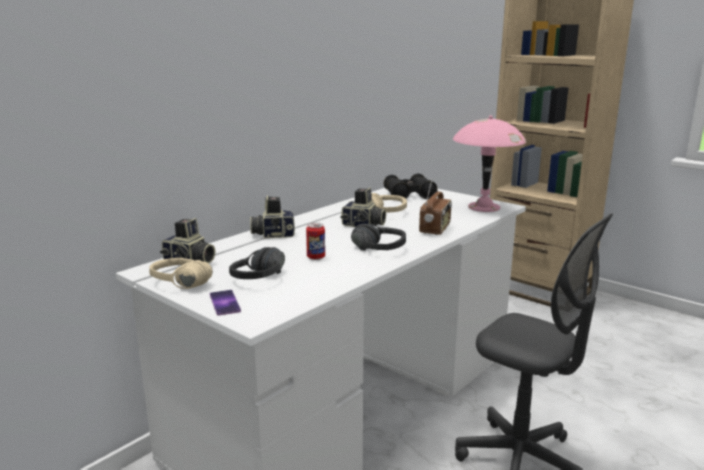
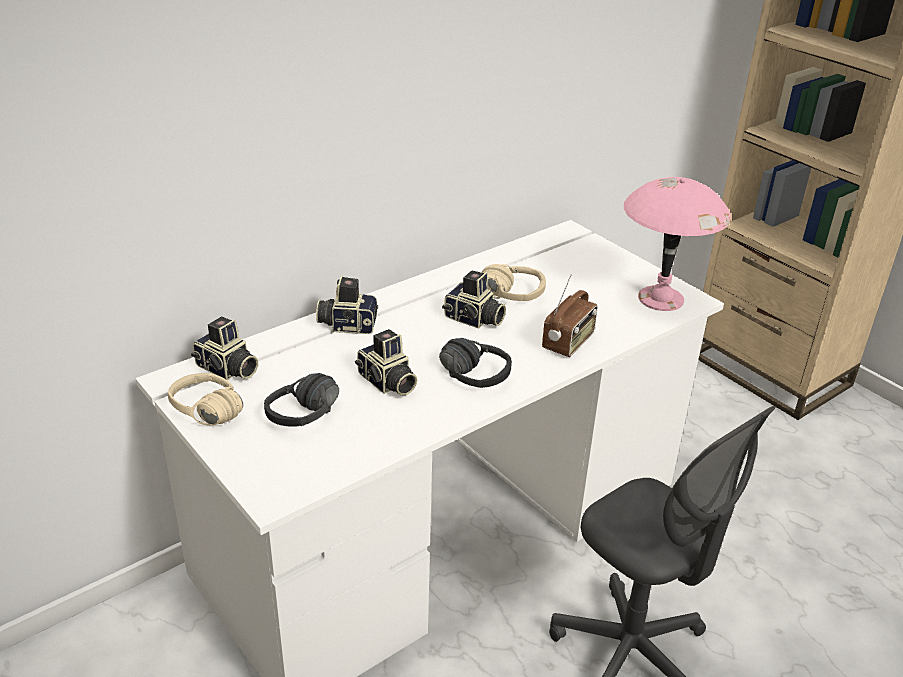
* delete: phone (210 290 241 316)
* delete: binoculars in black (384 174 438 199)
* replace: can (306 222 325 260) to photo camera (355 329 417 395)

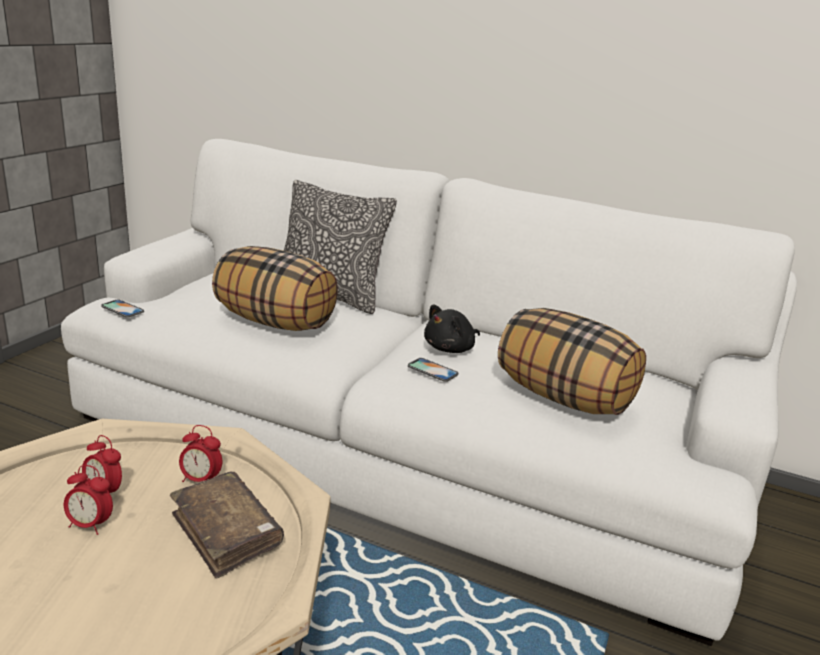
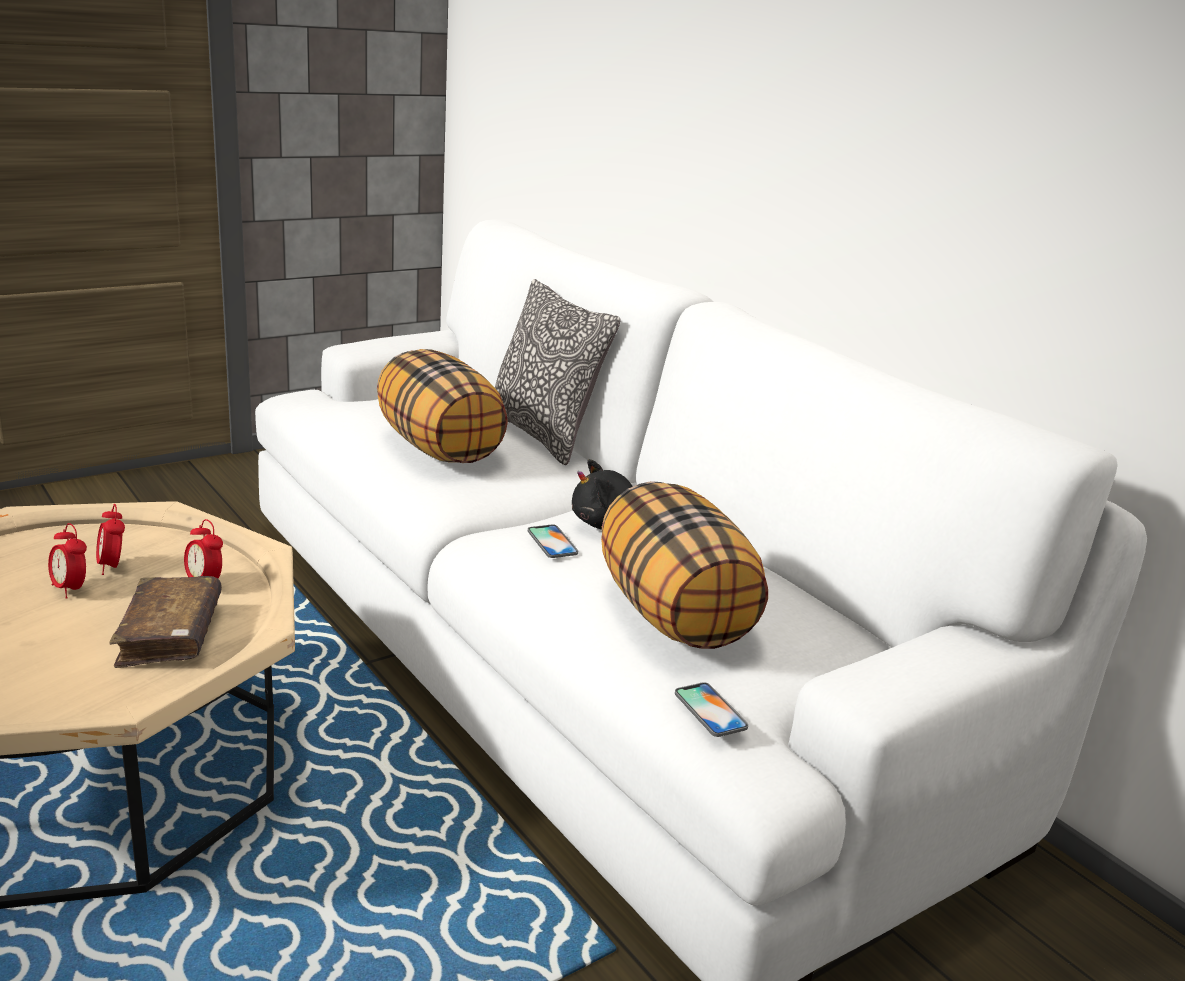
* move: phone (101 299 144 318) to (675 682 748 737)

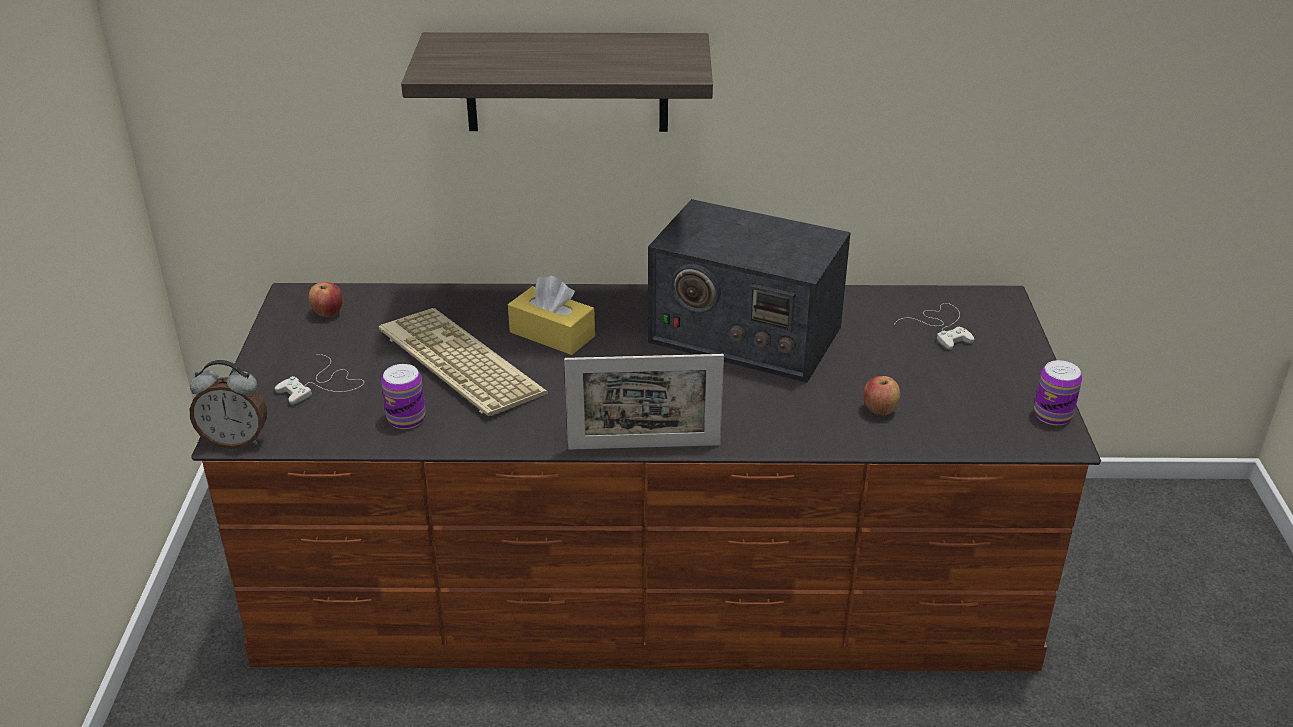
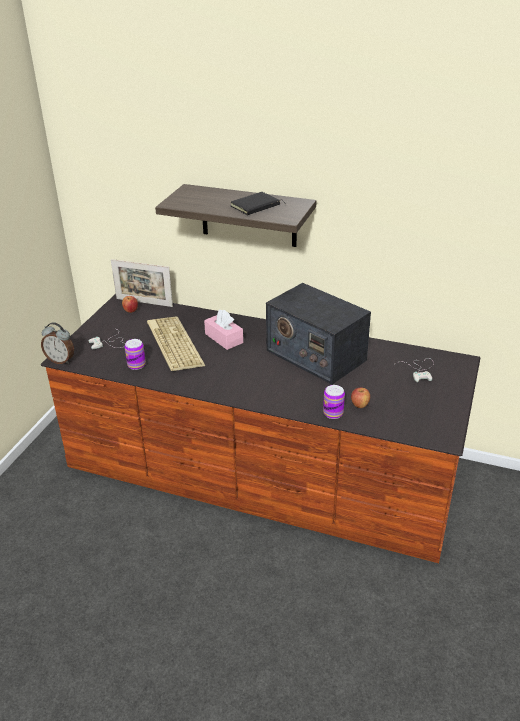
* insert: book in black (230 192 286 215)
* move: picture frame (564 354 724 450) to (111 259 173 307)
* move: can (1034 360 1082 425) to (323 385 345 419)
* recolor: tissue box in yellow (508 276 595 355) to tissue box in pink (204 309 243 350)

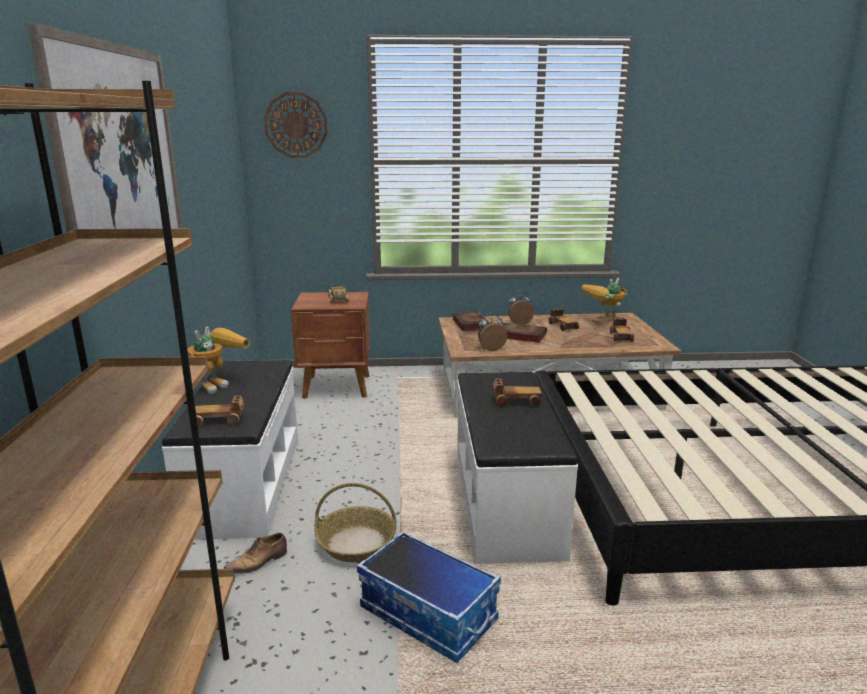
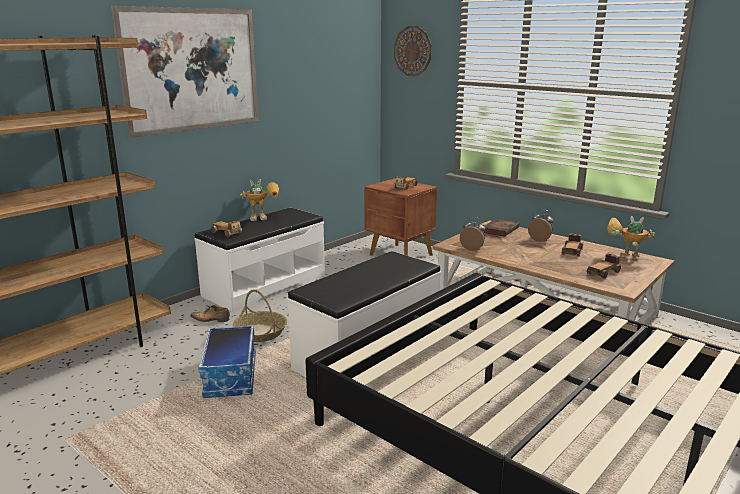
* delete: toy car (493 379 542 407)
* delete: book (502 323 547 343)

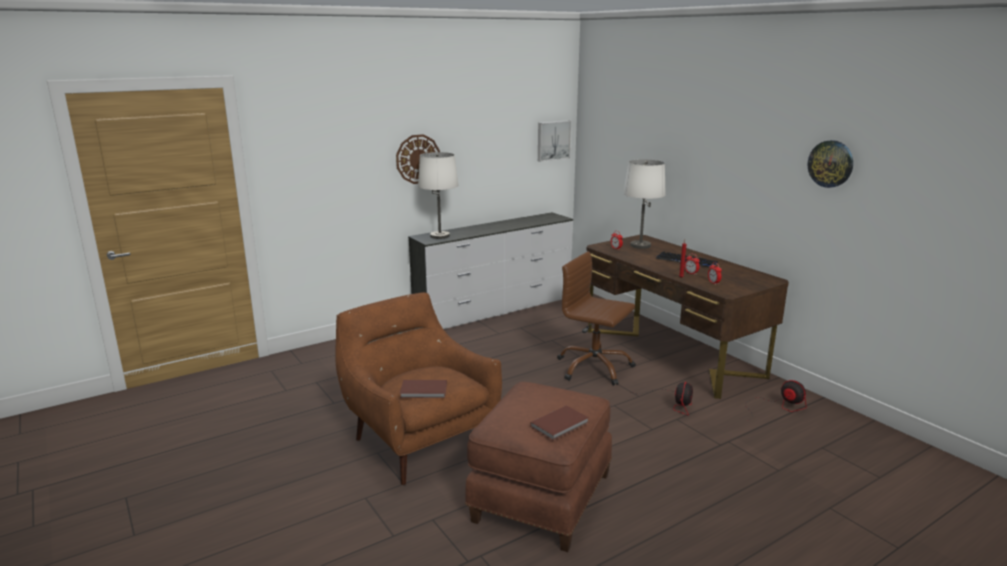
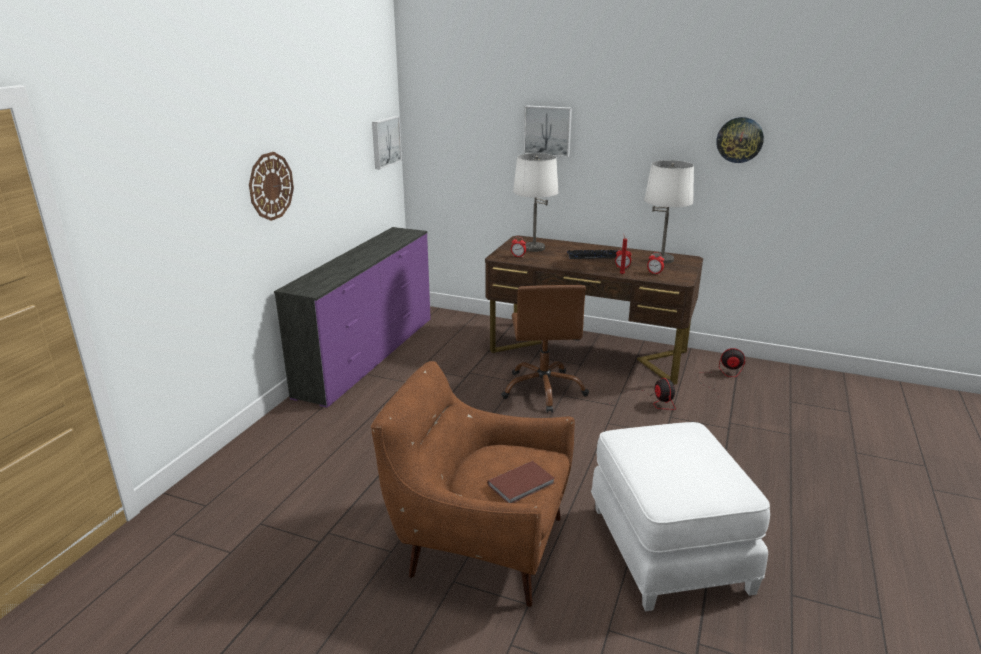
* delete: book in brown (530 405 589 440)
* insert: picture (523 105 572 157)
* move: table lamp in white (418 152 459 239) to (644 160 694 264)
* recolor: dresser in white (408 212 573 329) to dresser in purple (274 227 431 408)
* recolor: ottoman in brown (465 382 612 552) to ottoman in white (591 422 770 611)
* rotate: office chair in brown (557 252 636 386) = (501 285 589 413) 90 degrees counterclockwise

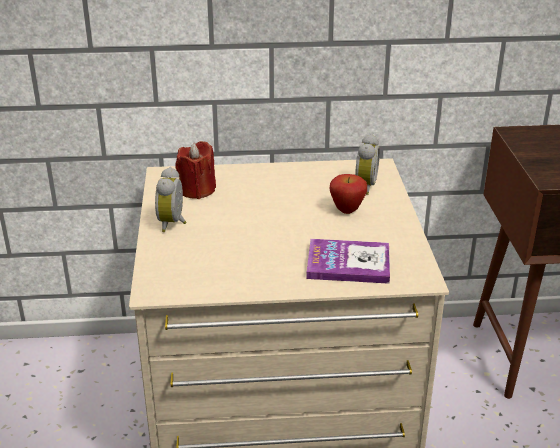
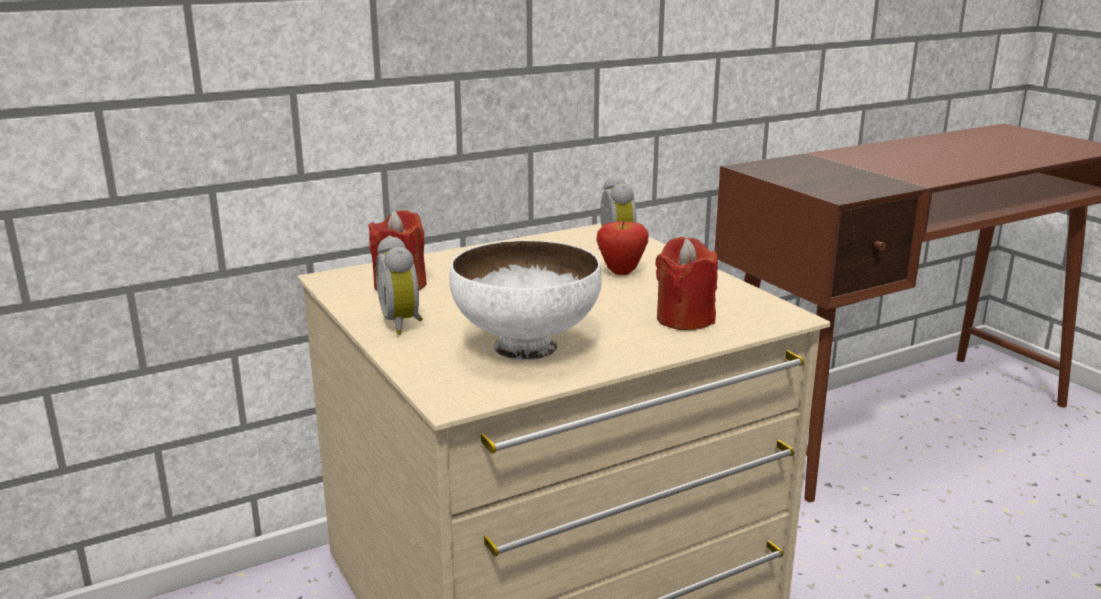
* insert: bowl in white (449 240 602 360)
* replace: book (306 239 390 284) to candle in red (655 237 718 330)

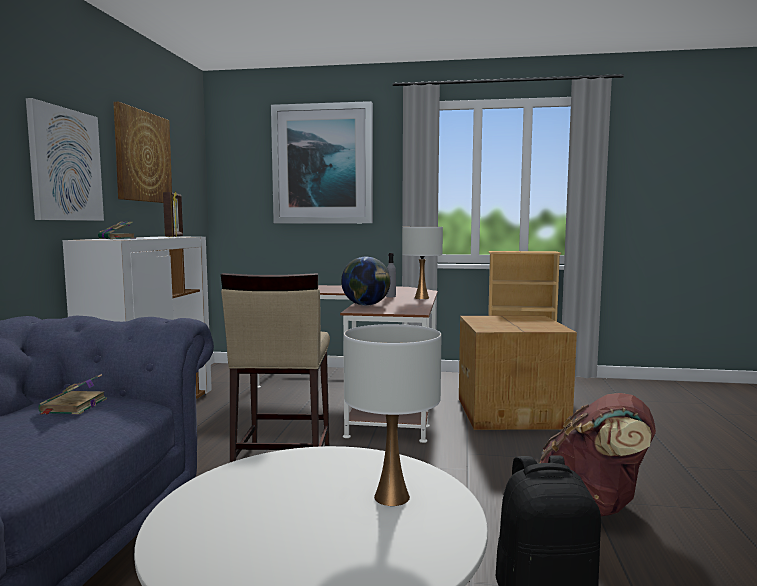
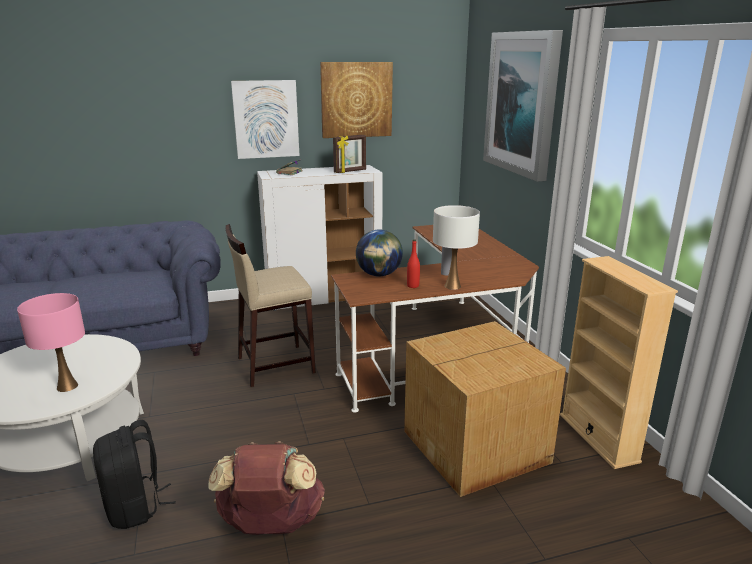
* delete: book (38 374 107 415)
* insert: bottle in red (407 239 420 288)
* recolor: table lamp in white (344 324 441 506) to table lamp in pink (17 293 85 392)

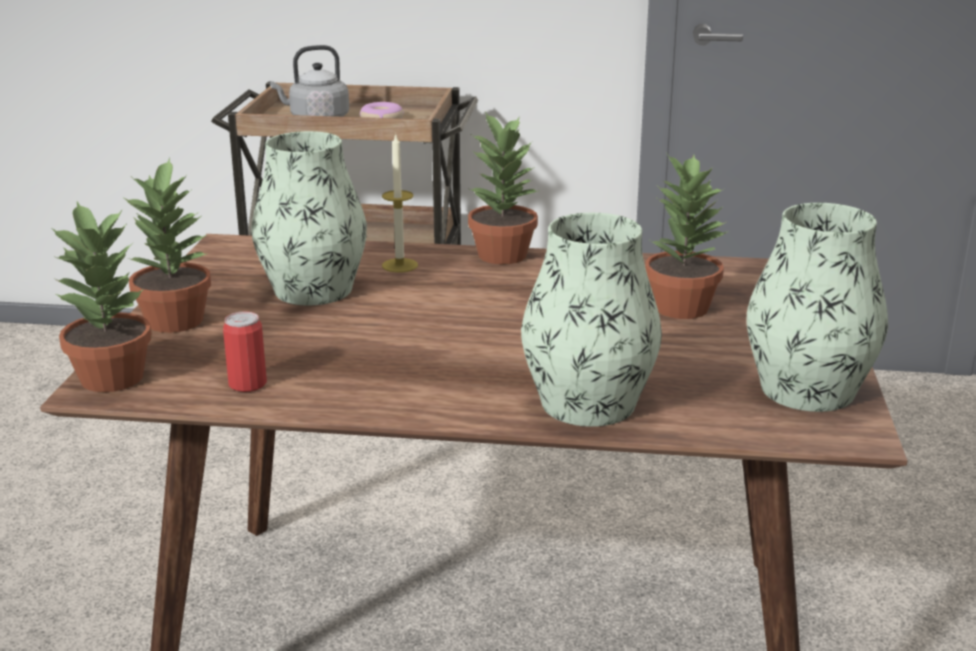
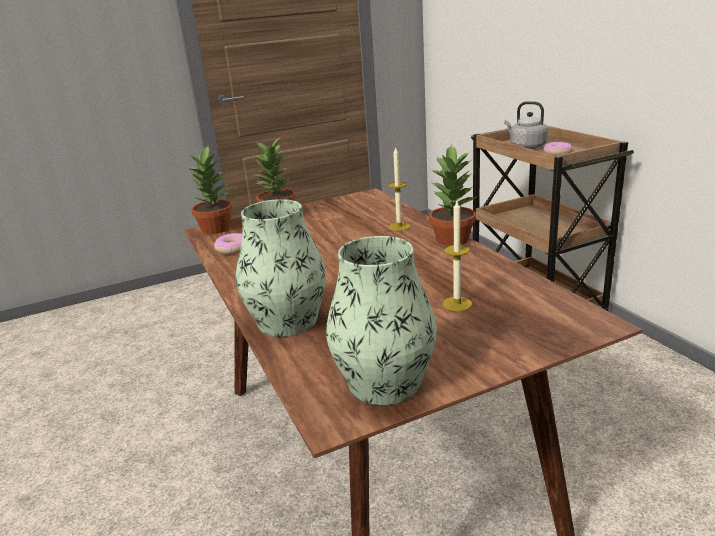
* delete: vase (251 131 367 306)
* replace: can (223 311 267 392) to donut (214 233 242 254)
* replace: potted plant (645 154 729 319) to candle (443 201 472 311)

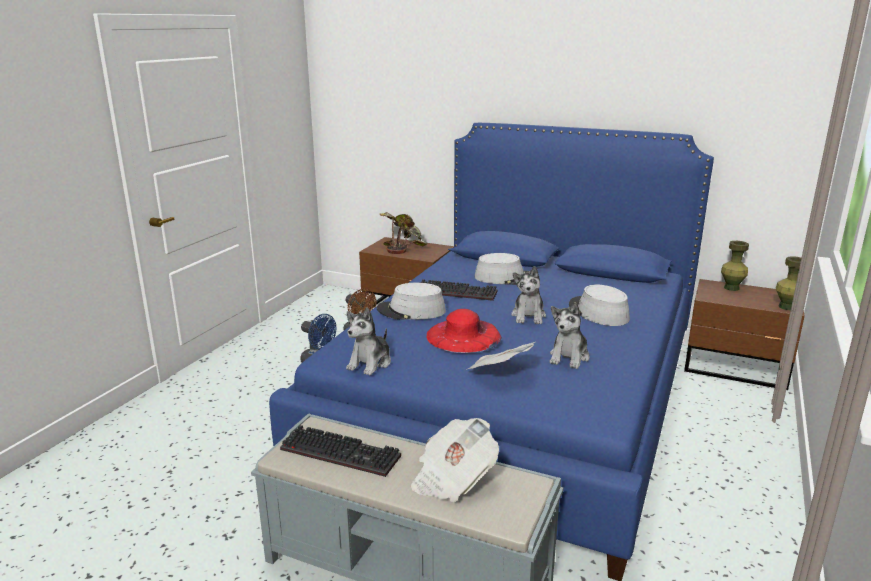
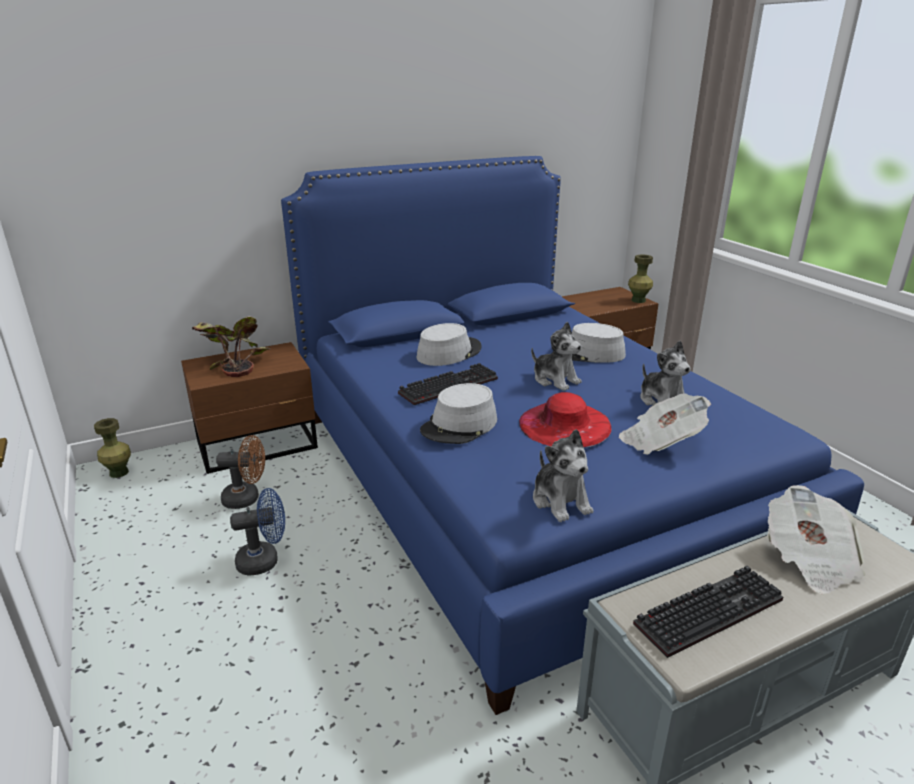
* move: vase in green (721 241 749 291) to (94 418 131 478)

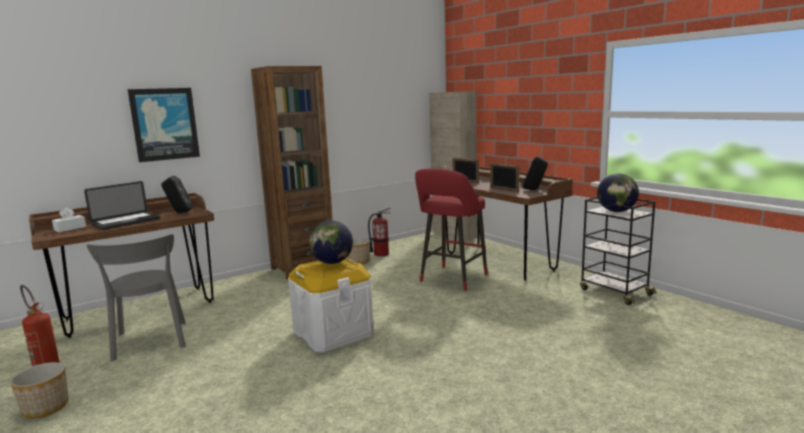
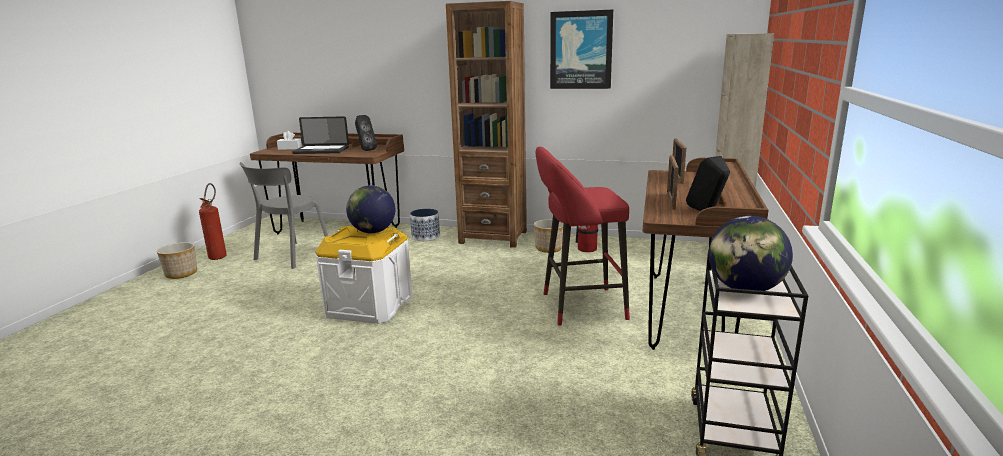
* insert: planter (410 209 440 241)
* move: picture (128 88 200 162) to (550 10 613 89)

